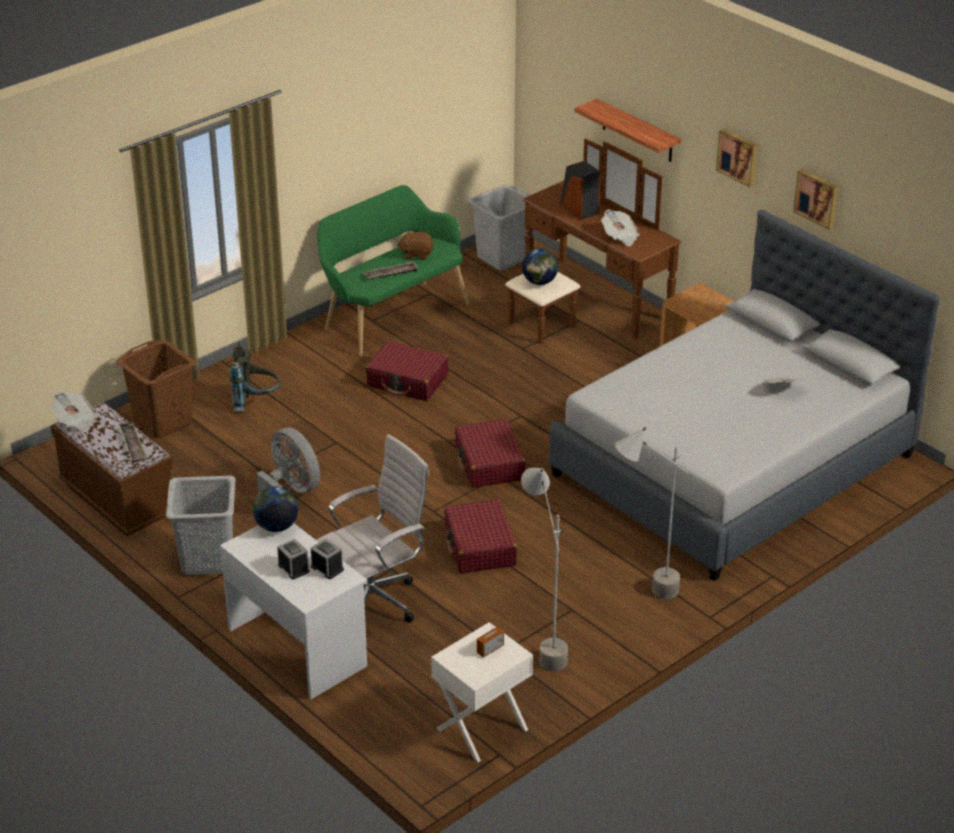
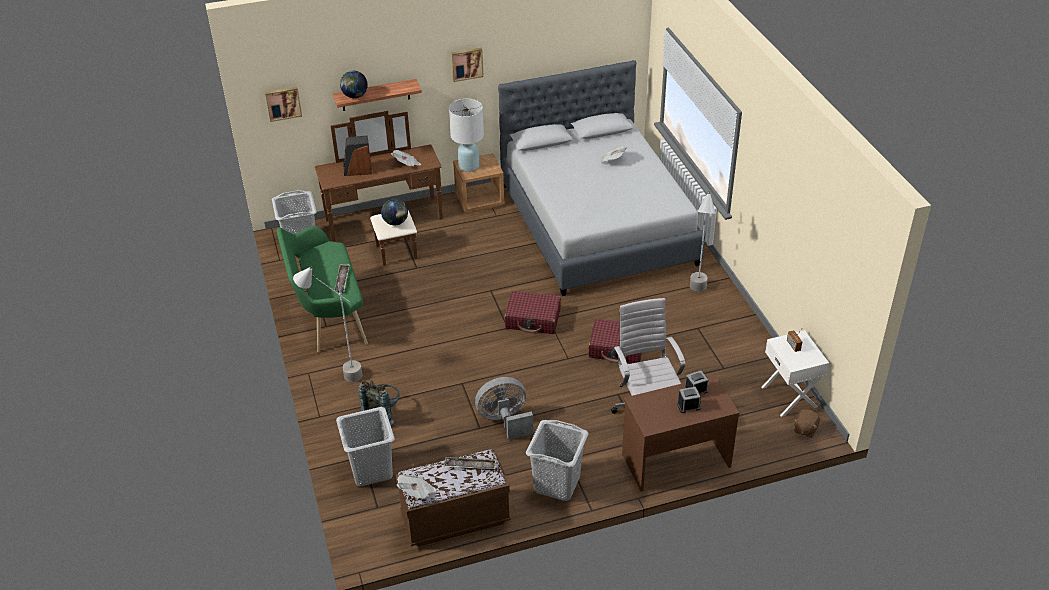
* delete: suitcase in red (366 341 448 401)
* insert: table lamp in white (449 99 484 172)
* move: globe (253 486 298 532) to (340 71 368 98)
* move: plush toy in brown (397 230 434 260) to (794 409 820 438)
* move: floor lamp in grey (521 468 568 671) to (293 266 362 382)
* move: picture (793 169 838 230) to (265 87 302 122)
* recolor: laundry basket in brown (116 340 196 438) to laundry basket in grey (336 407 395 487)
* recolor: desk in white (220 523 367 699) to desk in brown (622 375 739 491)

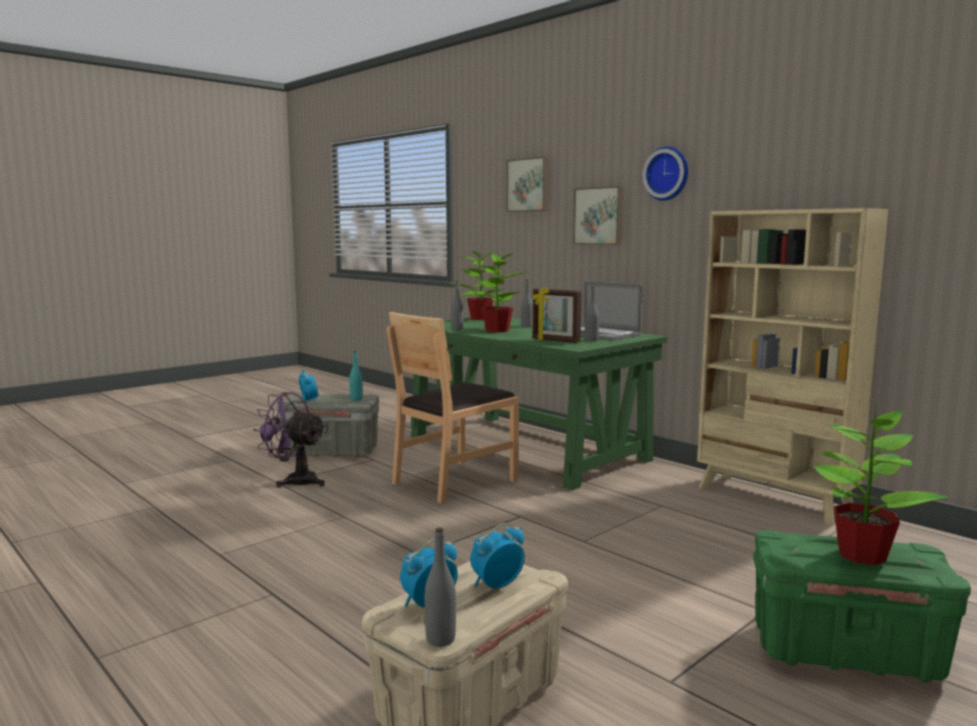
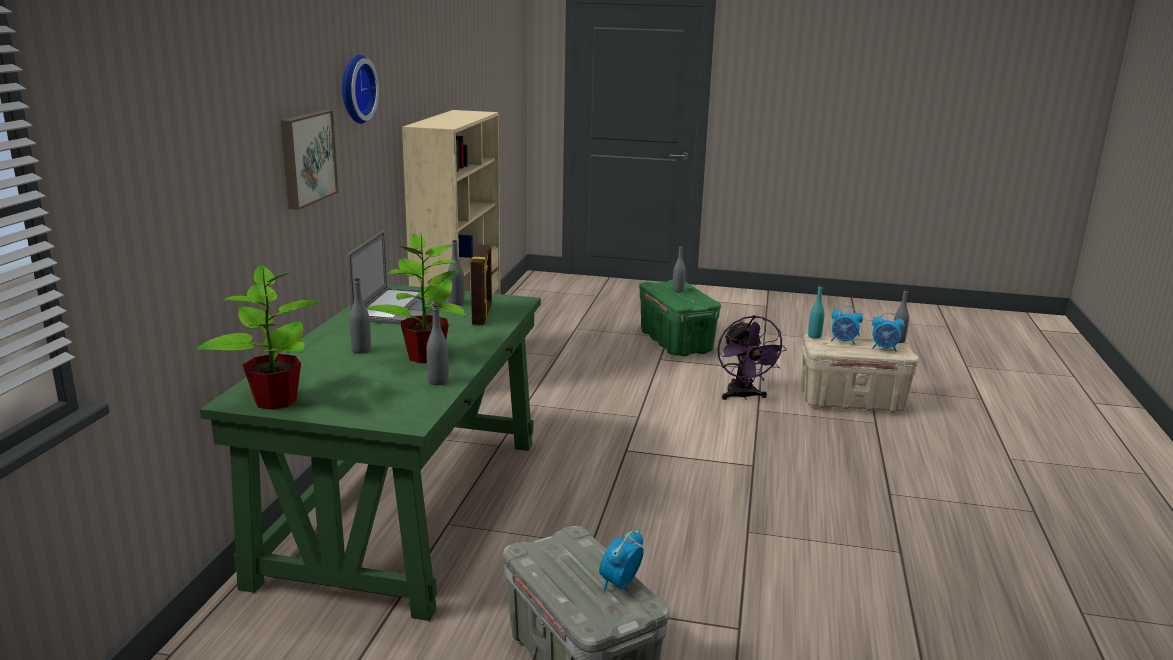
* delete: chair in brown (387 312 519 504)
* delete: picture (506 157 549 212)
* move: fan in purple (253 392 326 488) to (718 315 787 400)
* move: bottle in turquoise (349 351 363 401) to (808 285 824 339)
* replace: potted plant (814 405 948 565) to bottle in grey (673 245 686 292)

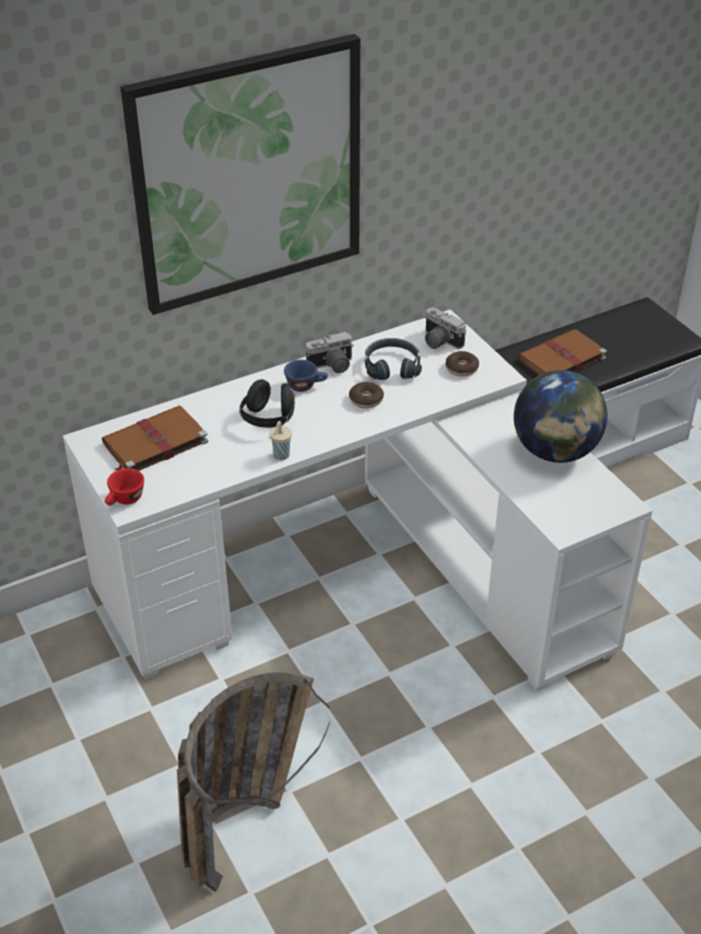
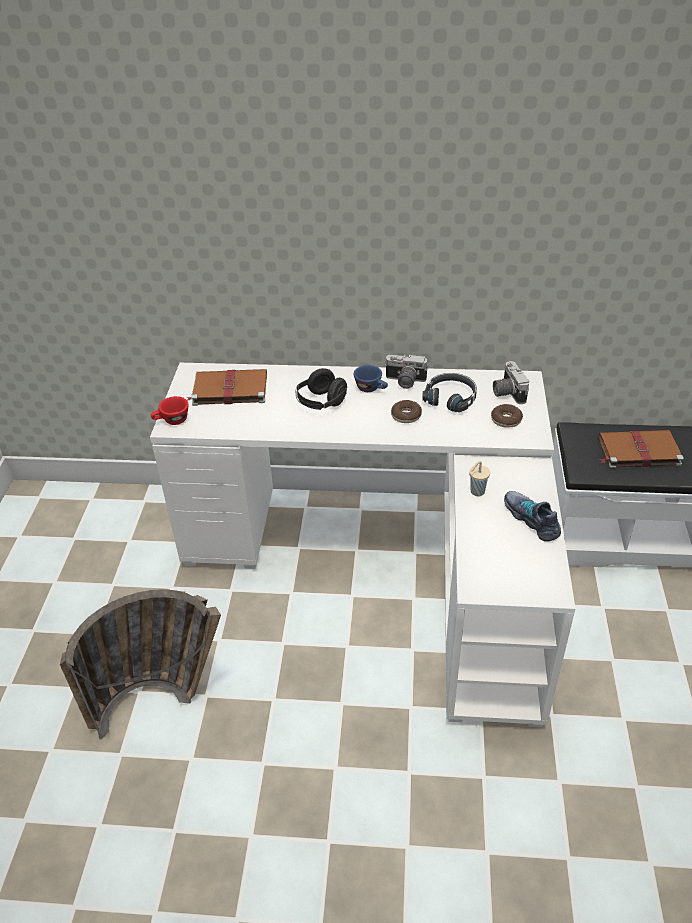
* delete: picture (120 34 360 315)
* move: cup in beige (269 421 292 460) to (469 461 490 496)
* replace: globe (514 370 607 463) to shoe (504 491 561 542)

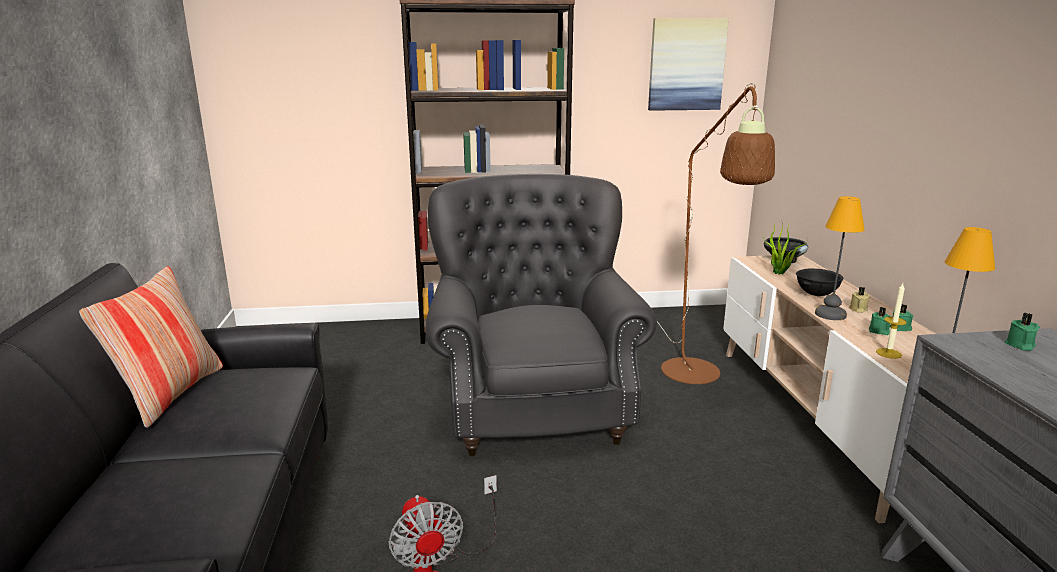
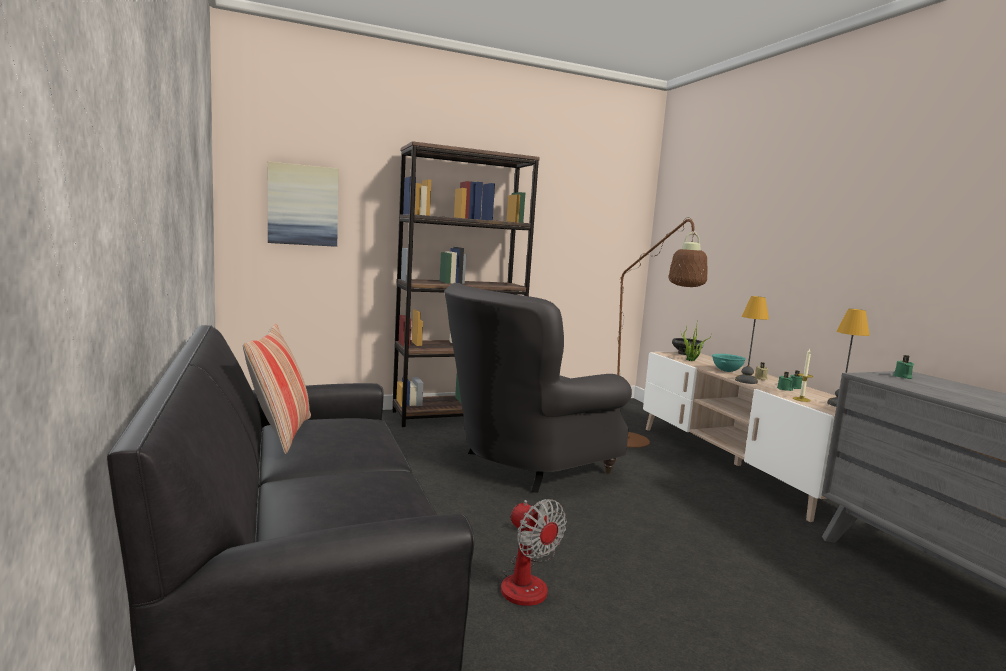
* move: picture (648 18 729 111) to (268 161 339 247)
* recolor: bowl in black (796 268 843 296) to bowl in turquoise (712 354 746 372)
* rotate: armchair in grey (425 174 657 456) = (444 283 632 493) 105 degrees counterclockwise

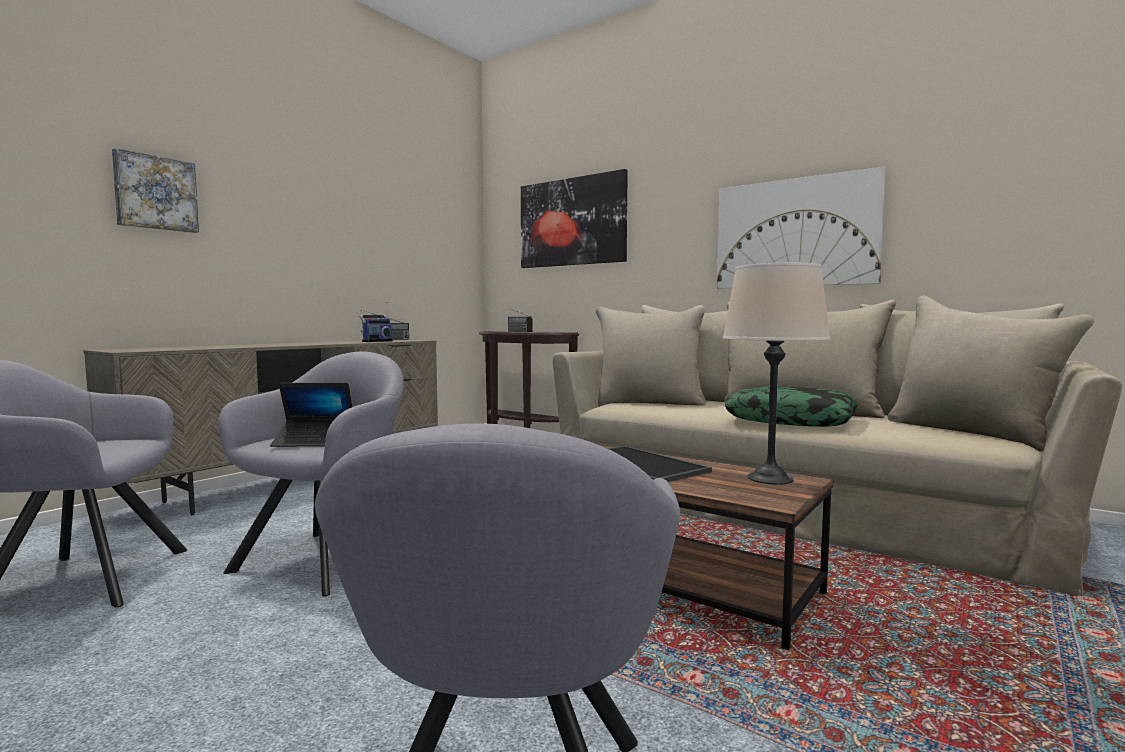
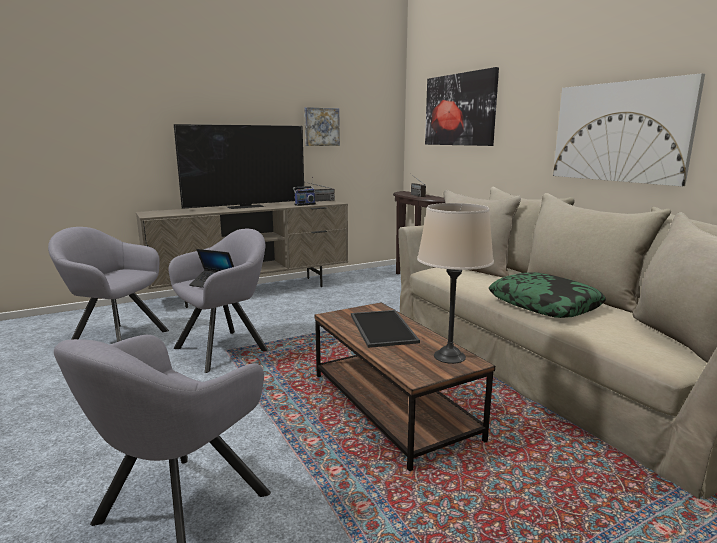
* insert: television (174 124 304 209)
* move: picture (112 148 199 233) to (304 107 340 146)

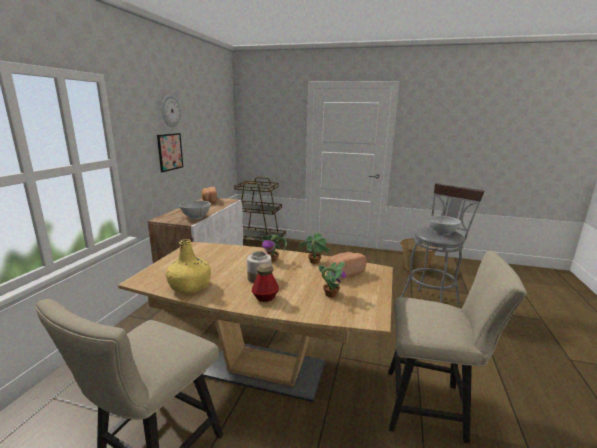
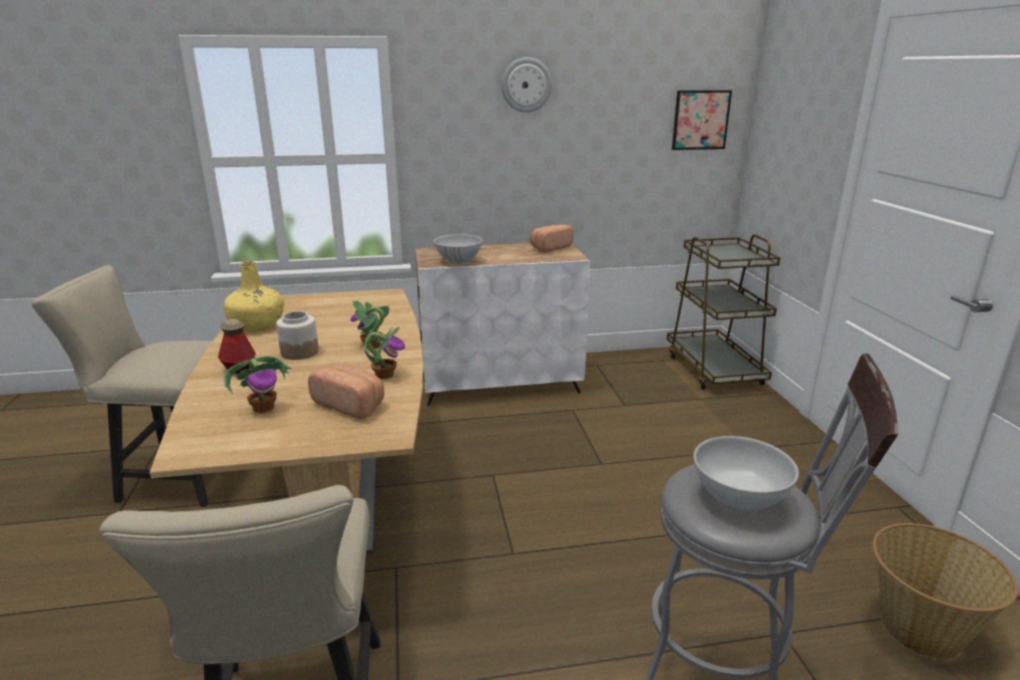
* move: picture (157 133 183 172) to (672 90 732 150)

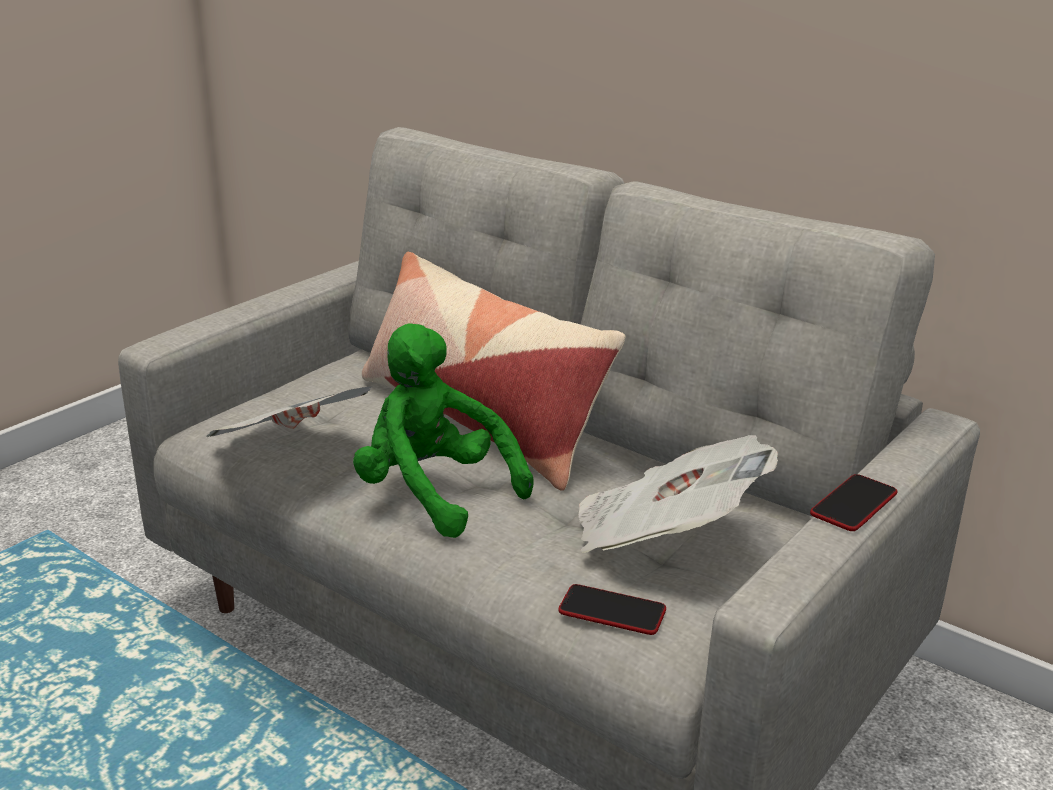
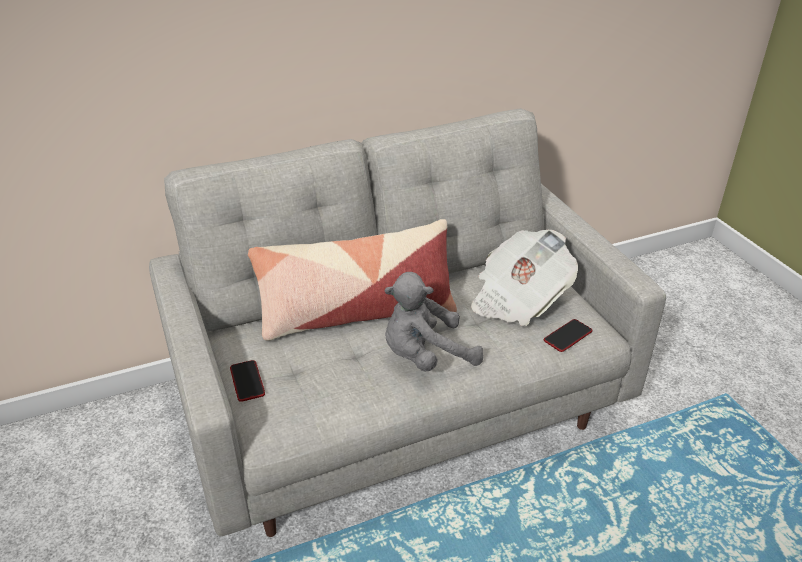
* delete: newspaper (206 387 371 437)
* move: phone (810 474 897 531) to (230 360 265 402)
* recolor: plush toy in green (353 323 534 538) to plush toy in grey (384 272 483 372)

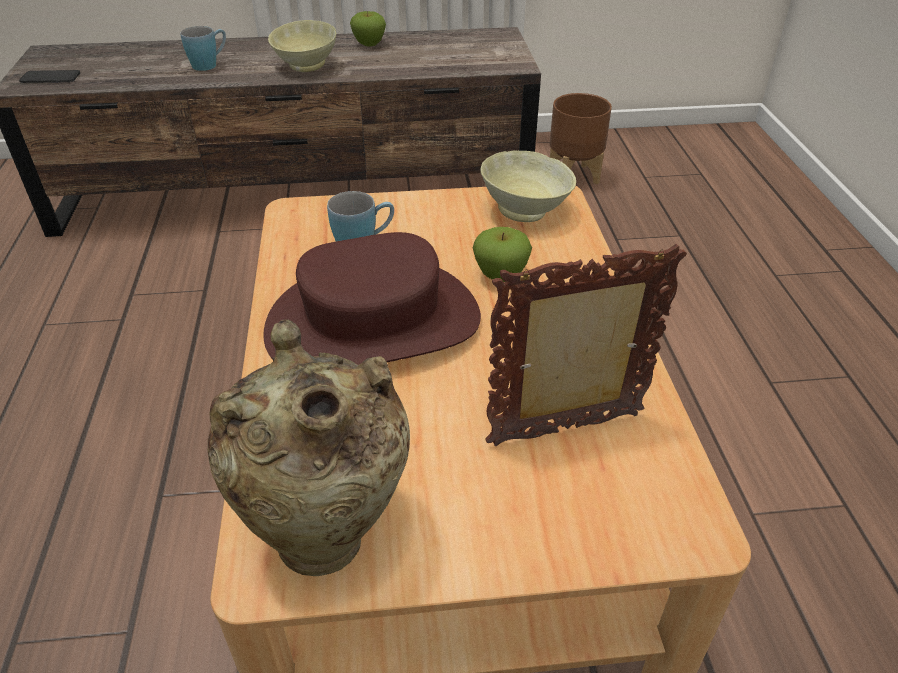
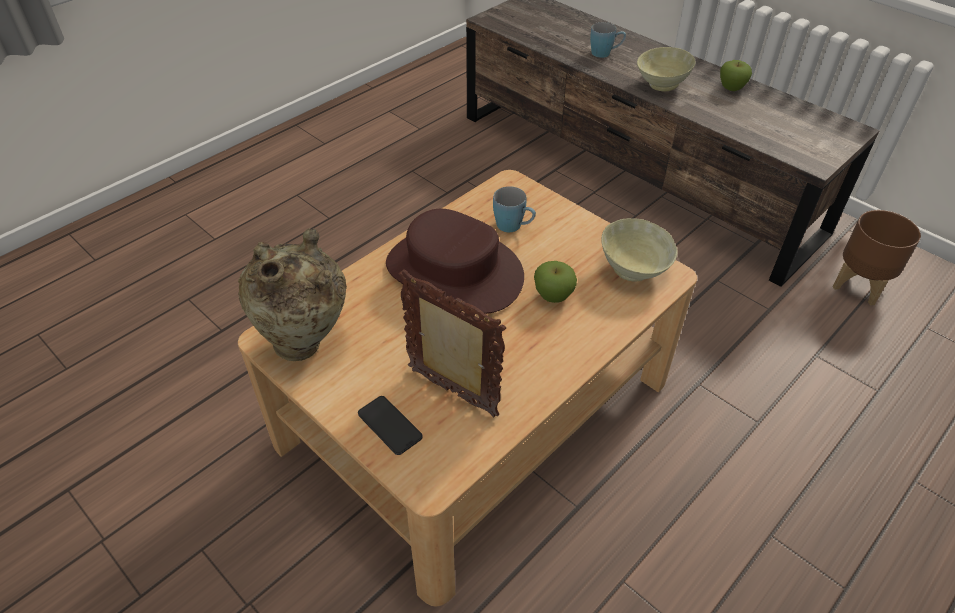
* move: phone (19 70 80 83) to (358 396 423 455)

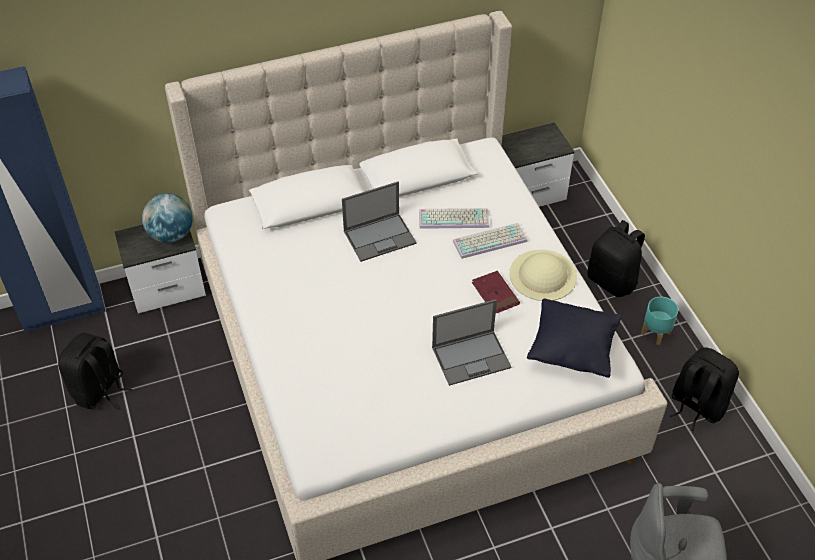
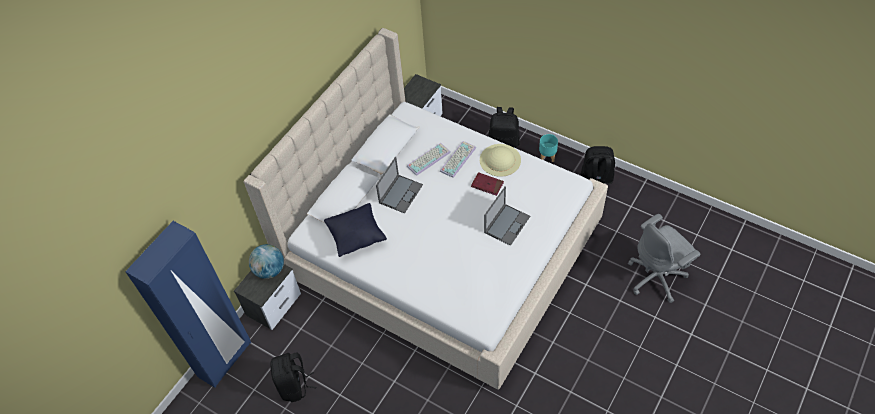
* move: pillow in black (527 298 622 378) to (324 203 387 257)

